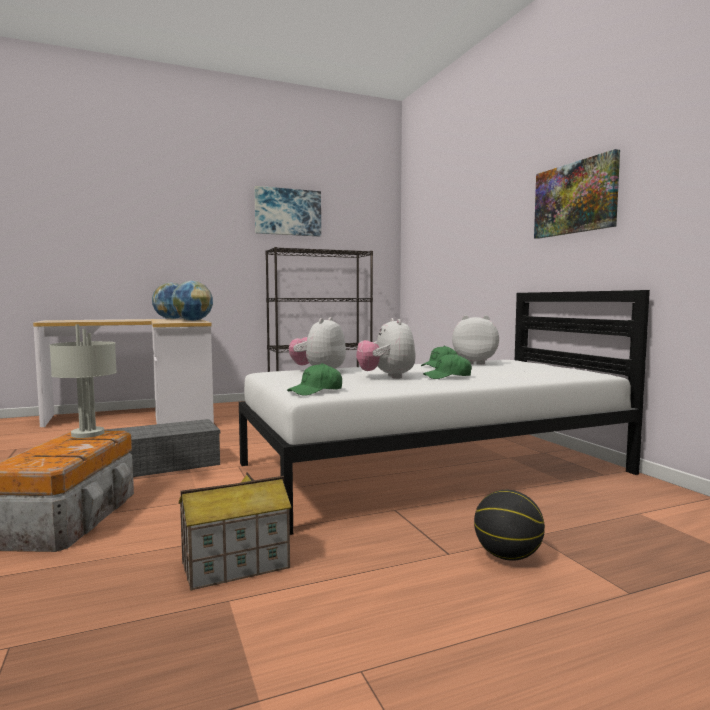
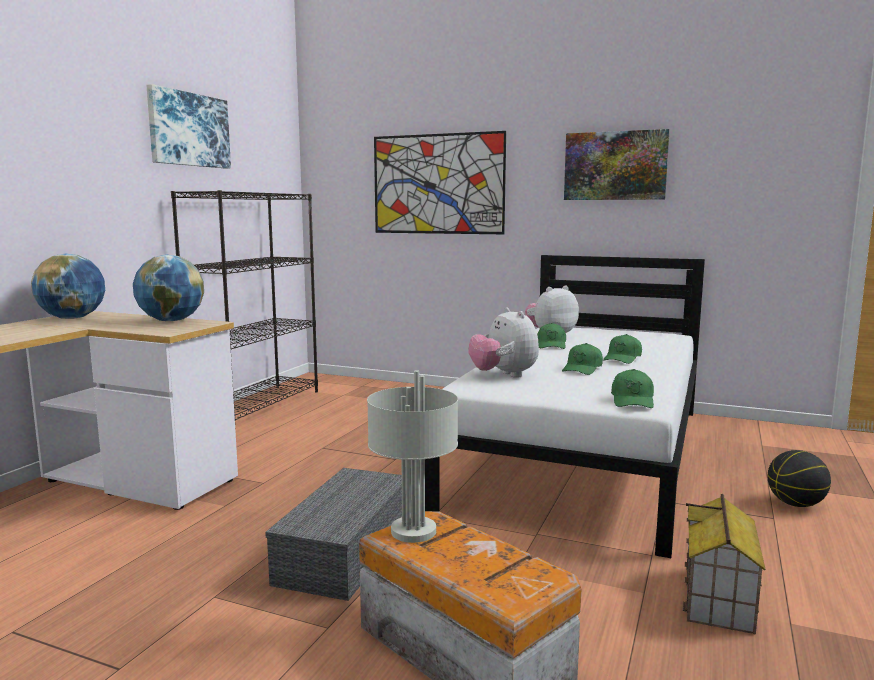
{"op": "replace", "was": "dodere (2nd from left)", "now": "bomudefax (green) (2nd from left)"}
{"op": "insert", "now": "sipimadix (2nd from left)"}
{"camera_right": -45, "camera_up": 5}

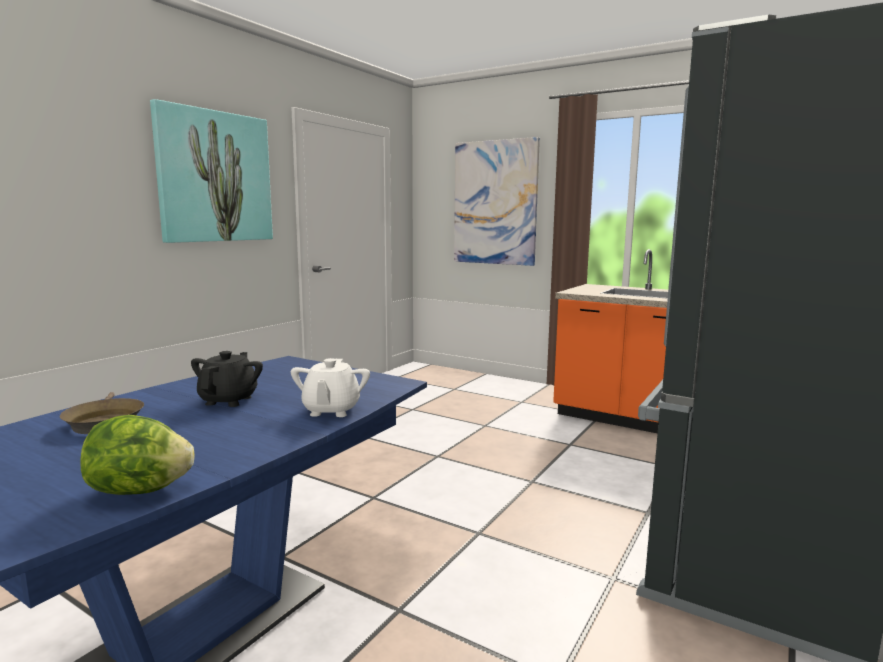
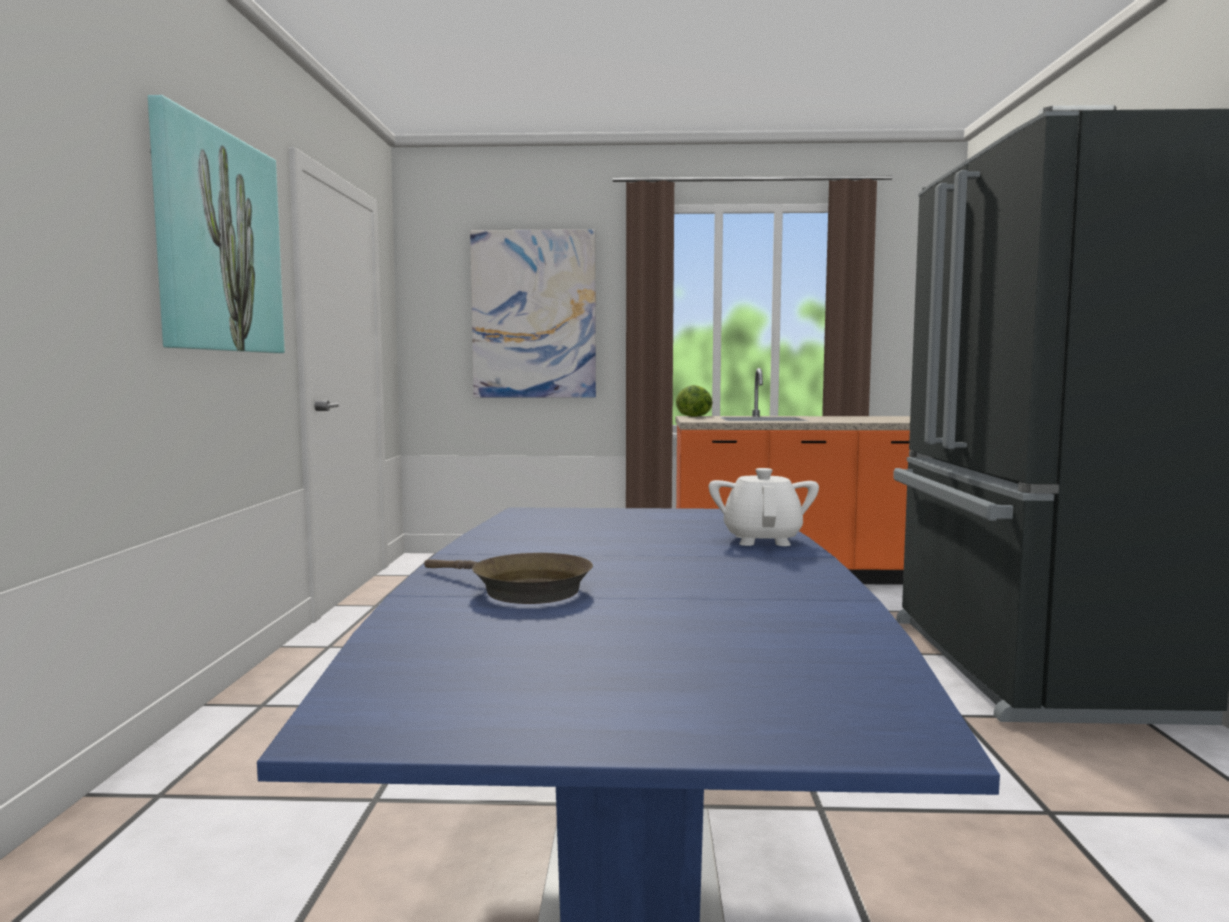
{"op": "move", "was": "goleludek"}
{"op": "delete", "was": "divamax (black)"}
{"op": "rotate", "was": "divamax (white)", "clockwise": -150}
{"camera_right": -30, "camera_up": -5}

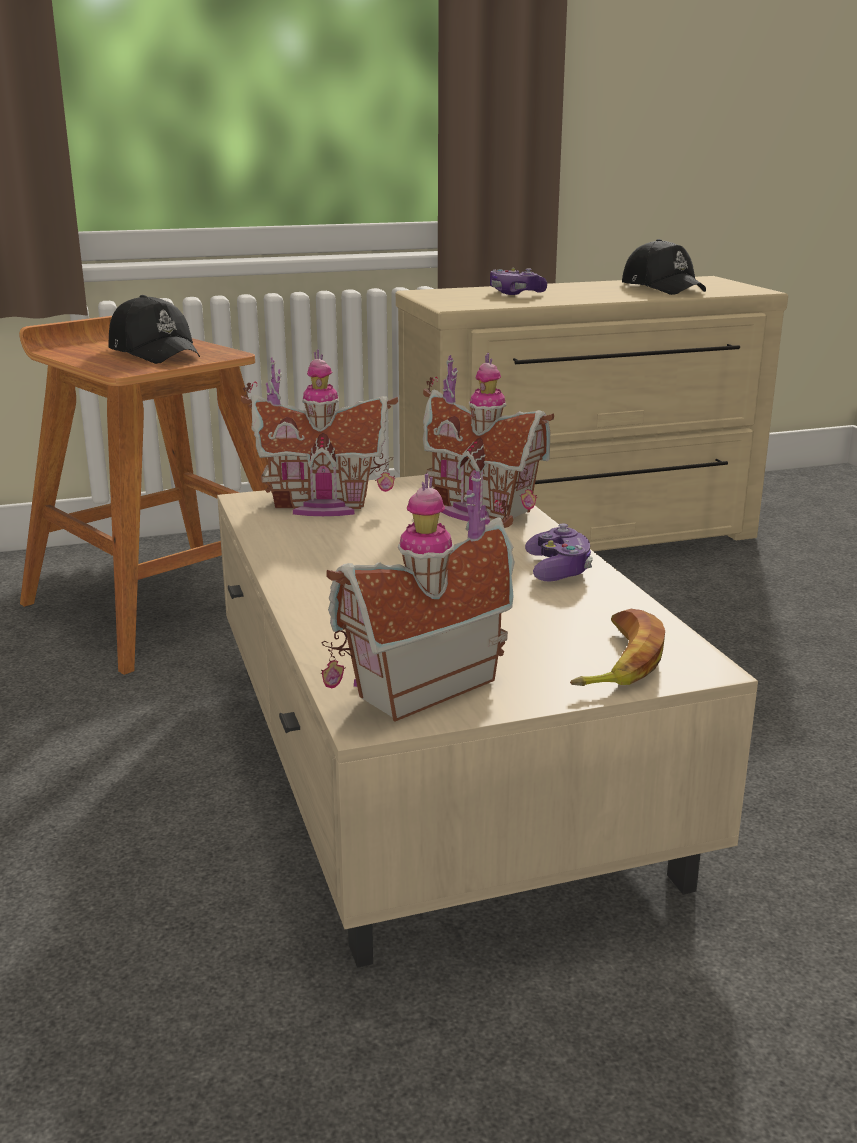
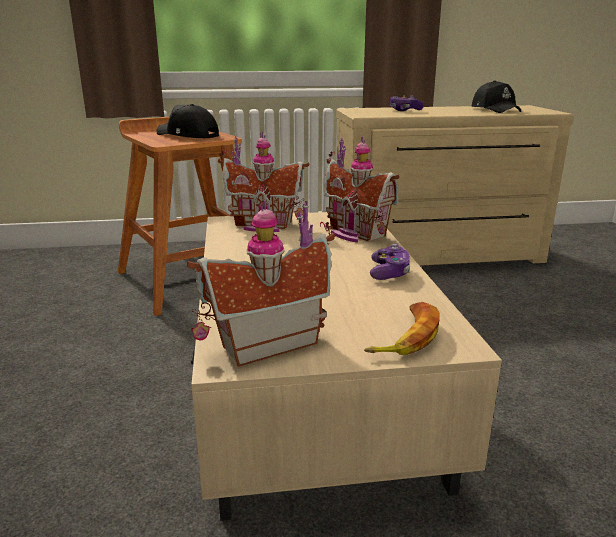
{"op": "rotate", "was": "bomudefax (black) (1st from left)", "clockwise": 150}
{"camera_right": 10, "camera_up": 0}

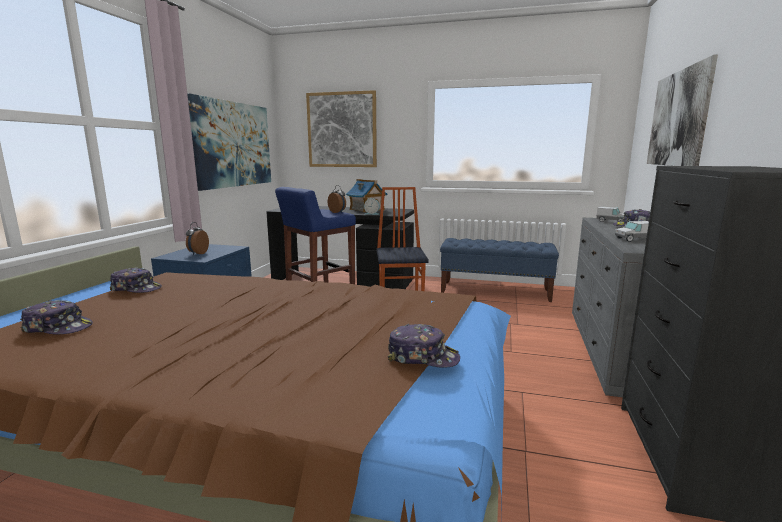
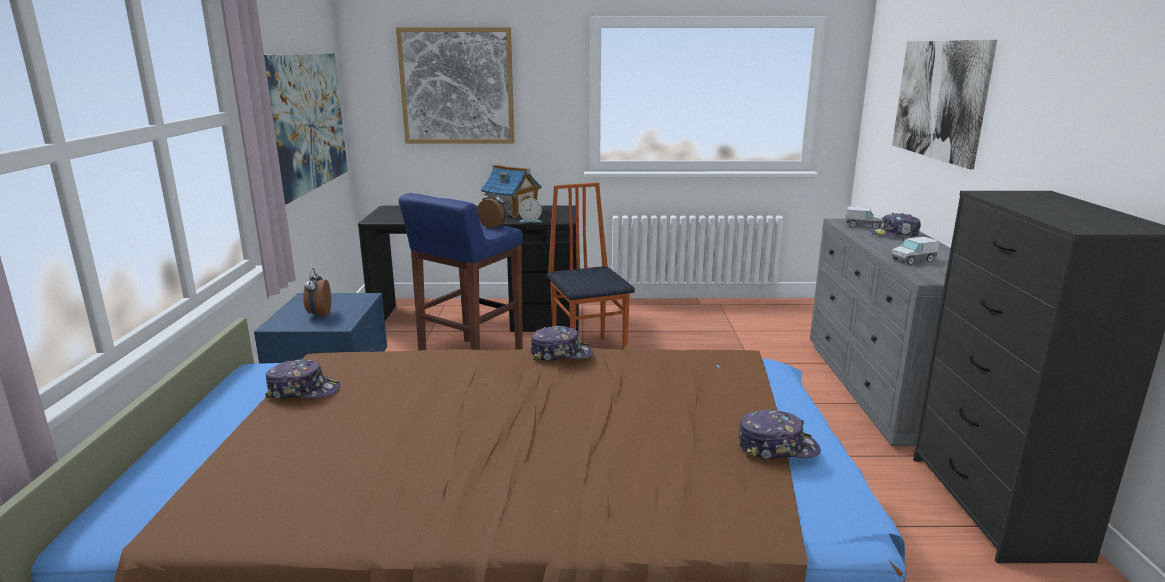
{"op": "move", "was": "bomudefax (1st from left in the first image)", "now": "bomudefax (2nd from left)"}
{"op": "delete", "was": "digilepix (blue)"}
{"camera_right": -15, "camera_up": 5}

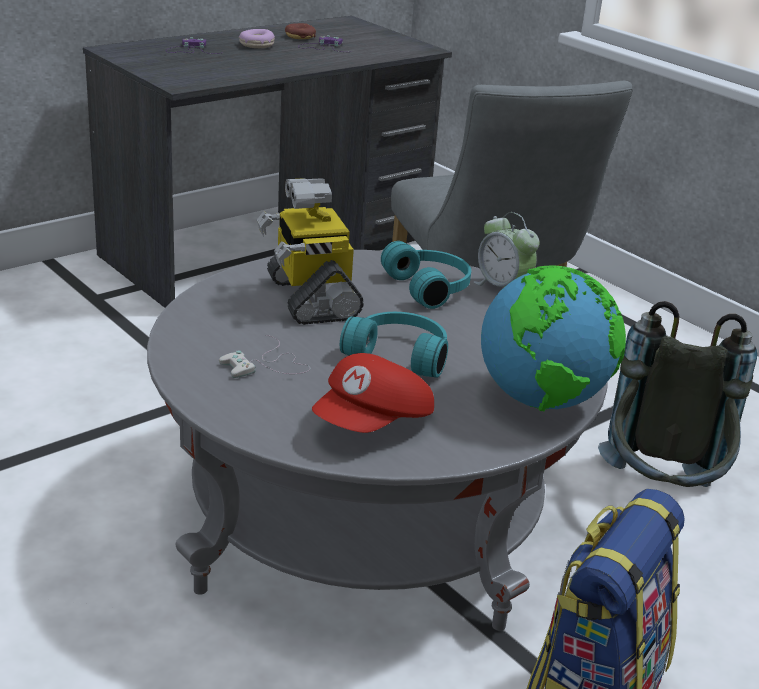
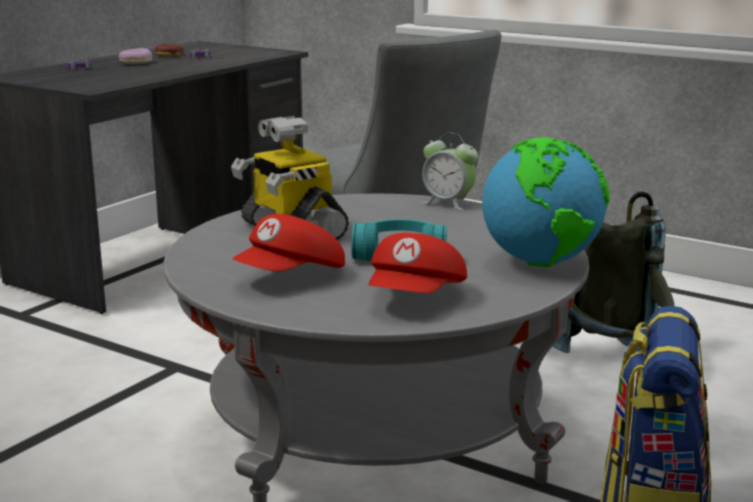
{"op": "replace", "was": "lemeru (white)", "now": "bomudefax (red) (1st from left)"}
{"op": "delete", "was": "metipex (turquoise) (2nd from left)"}
{"camera_right": -15, "camera_up": -10}

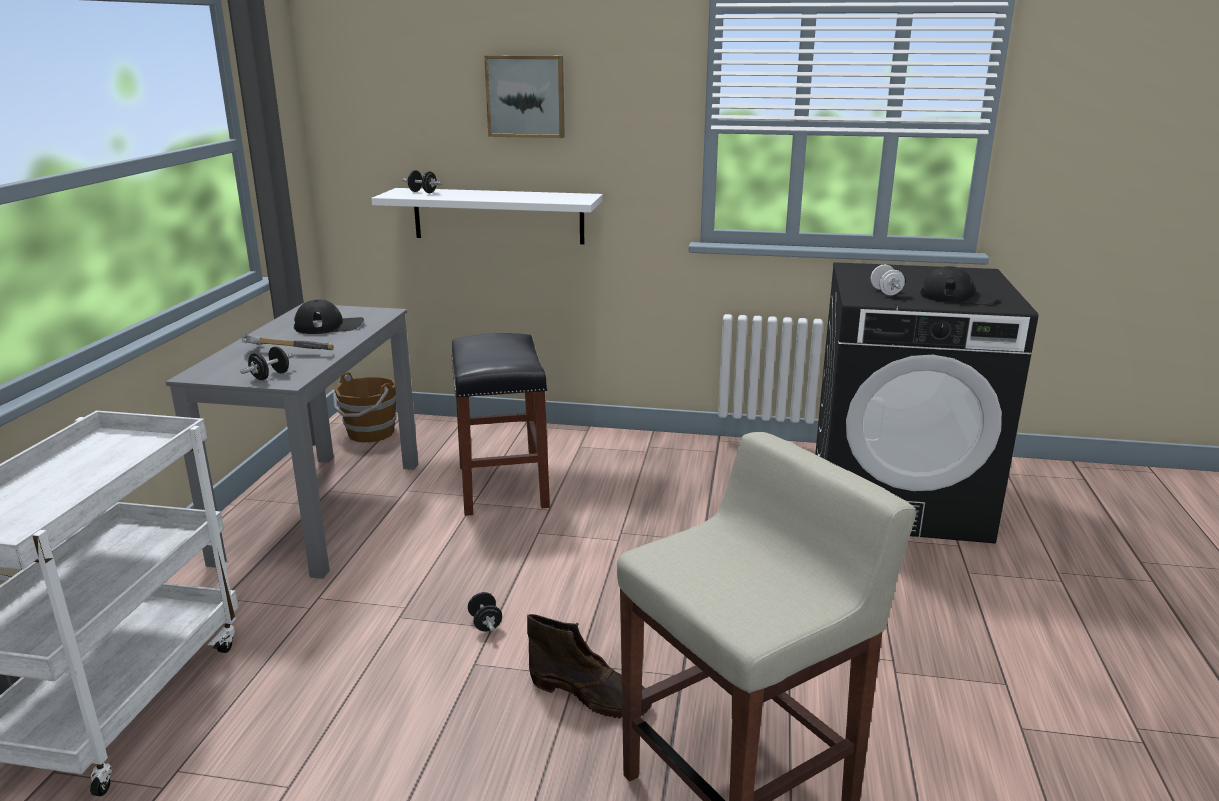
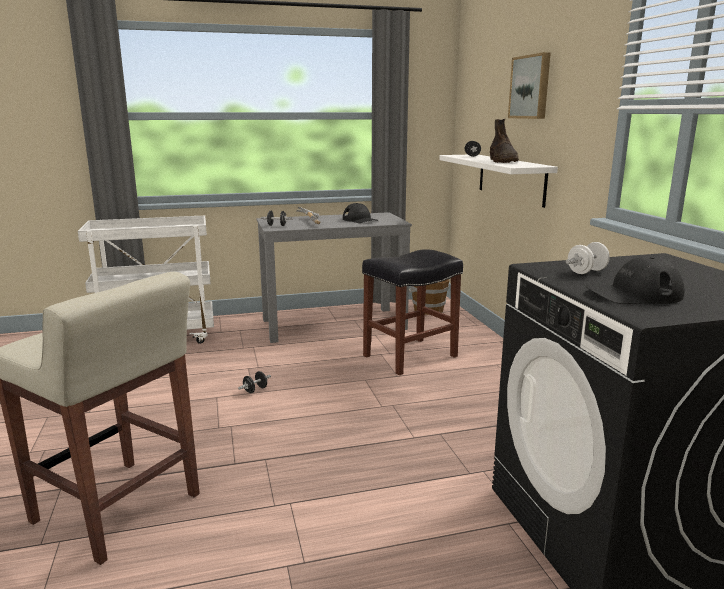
{"op": "move", "was": "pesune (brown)"}
{"op": "rotate", "was": "bomudefax (black) (2nd from left)", "clockwise": 90}
{"camera_right": 65, "camera_up": -5}

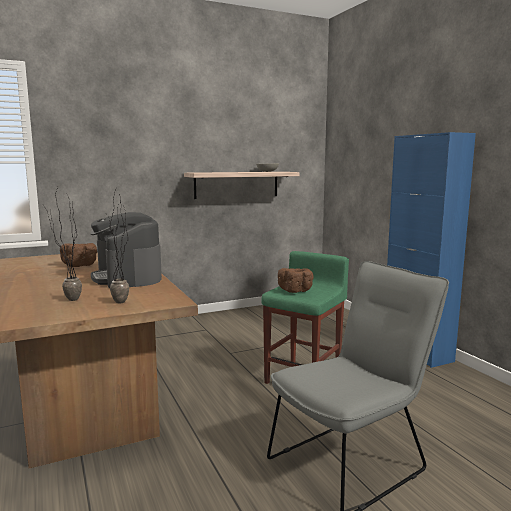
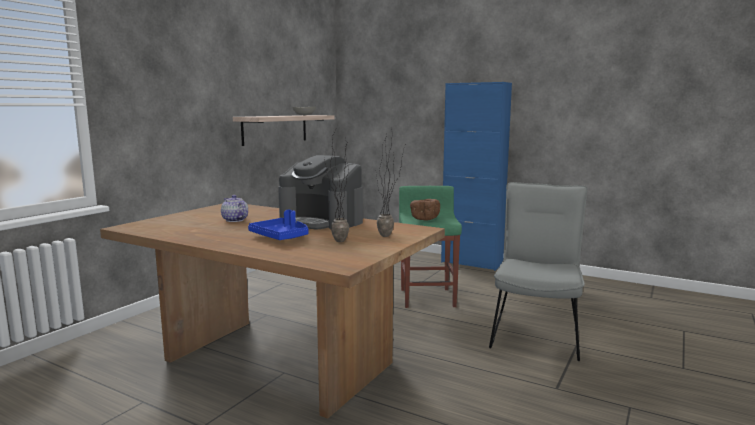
{"op": "replace", "was": "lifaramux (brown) (1st from left)", "now": "divamax"}
{"op": "insert", "now": "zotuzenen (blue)"}
{"camera_right": -35, "camera_up": 0}

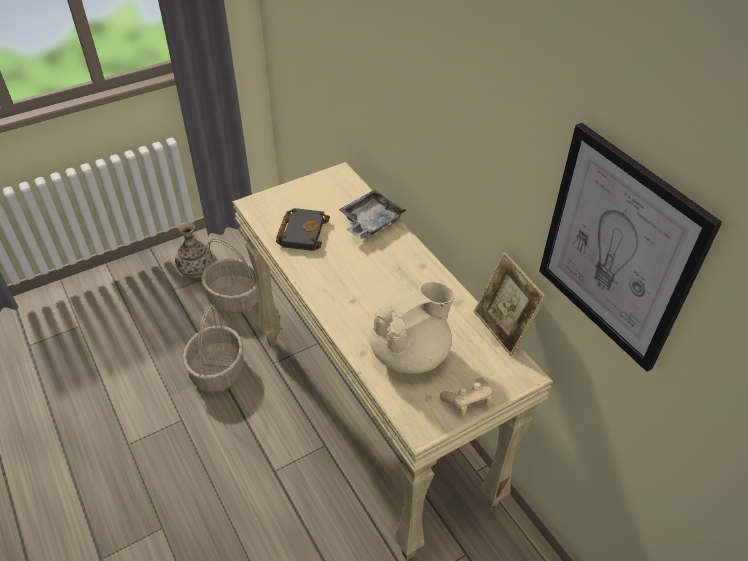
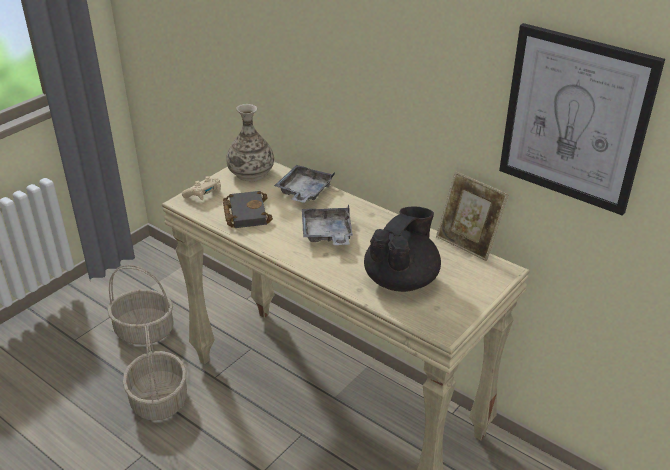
{"op": "move", "was": "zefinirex"}
{"op": "recolor", "was": "divamax (beige)", "now": "divamax (black)"}
{"op": "move", "was": "lemeru (beige)"}
{"op": "insert", "now": "zotuzenen (grey) (2nd from left)"}
{"camera_right": -20, "camera_up": -10}

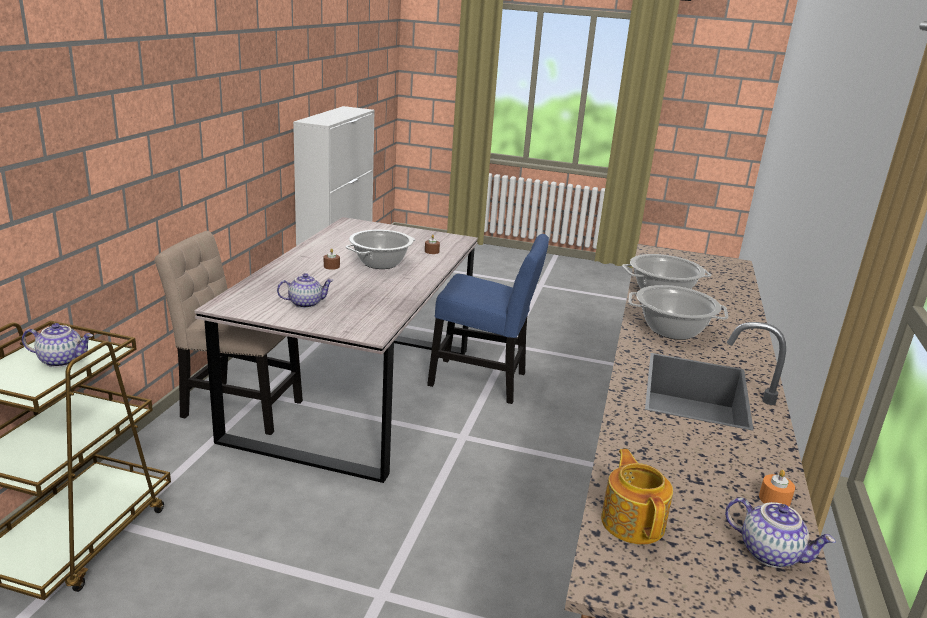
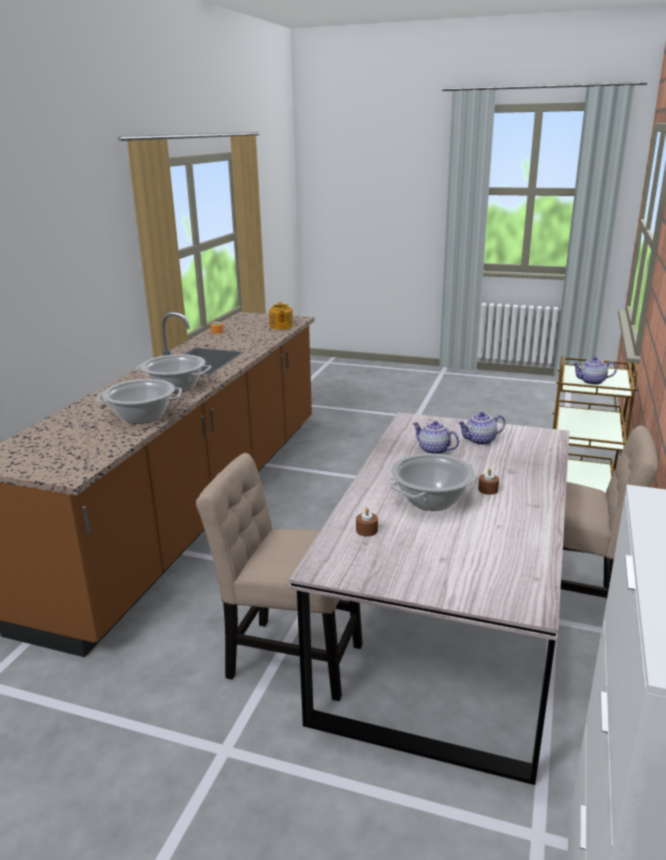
{"op": "recolor", "was": "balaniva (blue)", "now": "balaniva (beige) (1st from left)"}
{"op": "move", "was": "divamax (4th from left in the first image)", "now": "divamax (2nd from left)"}
{"camera_right": -175, "camera_up": 0}

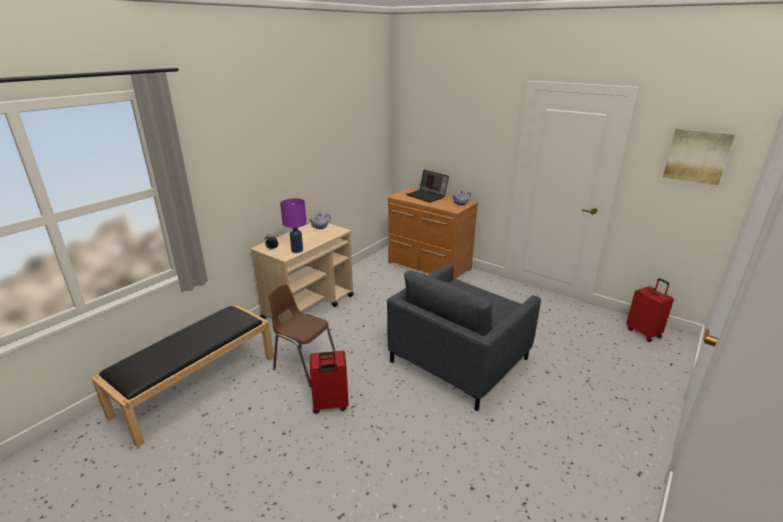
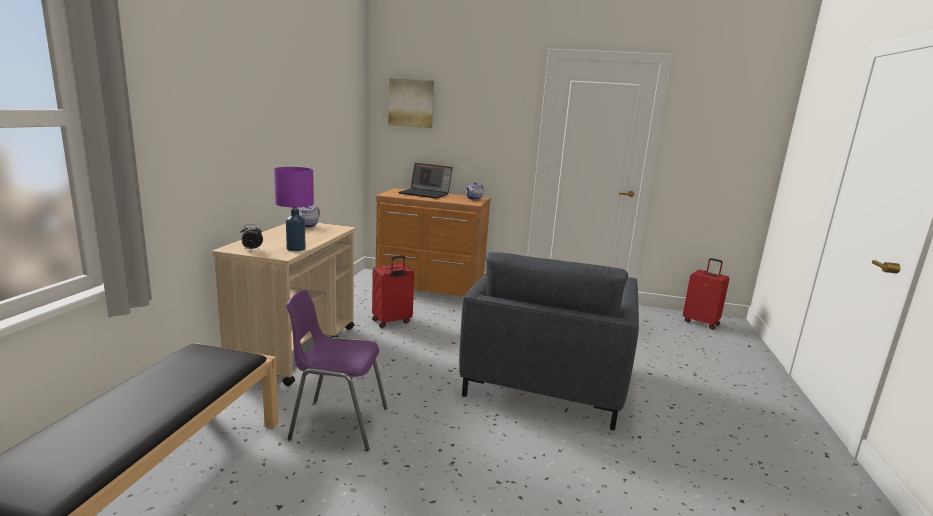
{"op": "recolor", "was": "balaniva (brown)", "now": "balaniva (purple)"}
{"op": "move", "was": "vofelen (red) (1st from left)"}
{"op": "move", "was": "sipimadix"}
{"camera_right": -25, "camera_up": -10}

